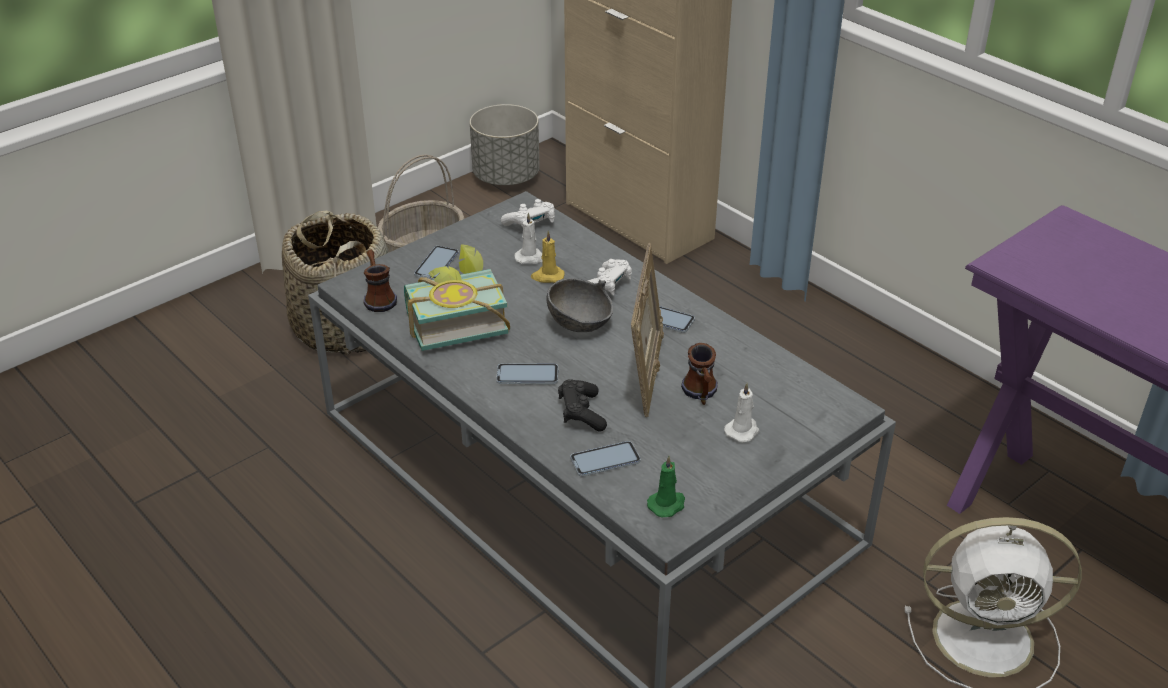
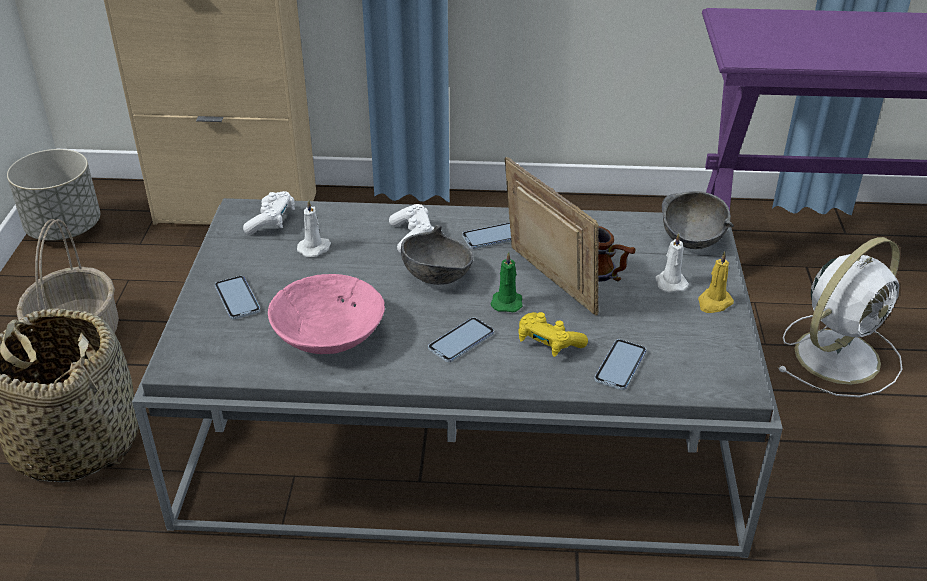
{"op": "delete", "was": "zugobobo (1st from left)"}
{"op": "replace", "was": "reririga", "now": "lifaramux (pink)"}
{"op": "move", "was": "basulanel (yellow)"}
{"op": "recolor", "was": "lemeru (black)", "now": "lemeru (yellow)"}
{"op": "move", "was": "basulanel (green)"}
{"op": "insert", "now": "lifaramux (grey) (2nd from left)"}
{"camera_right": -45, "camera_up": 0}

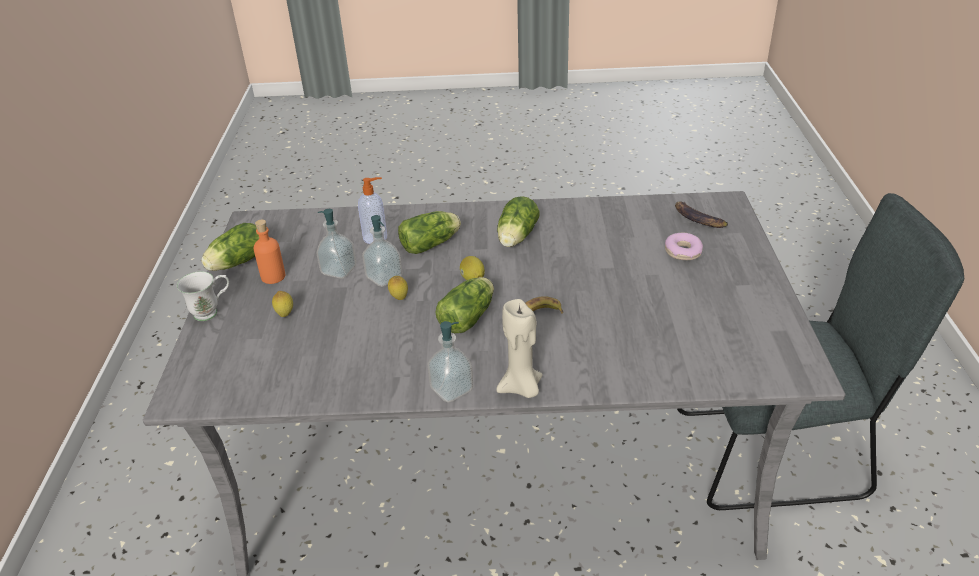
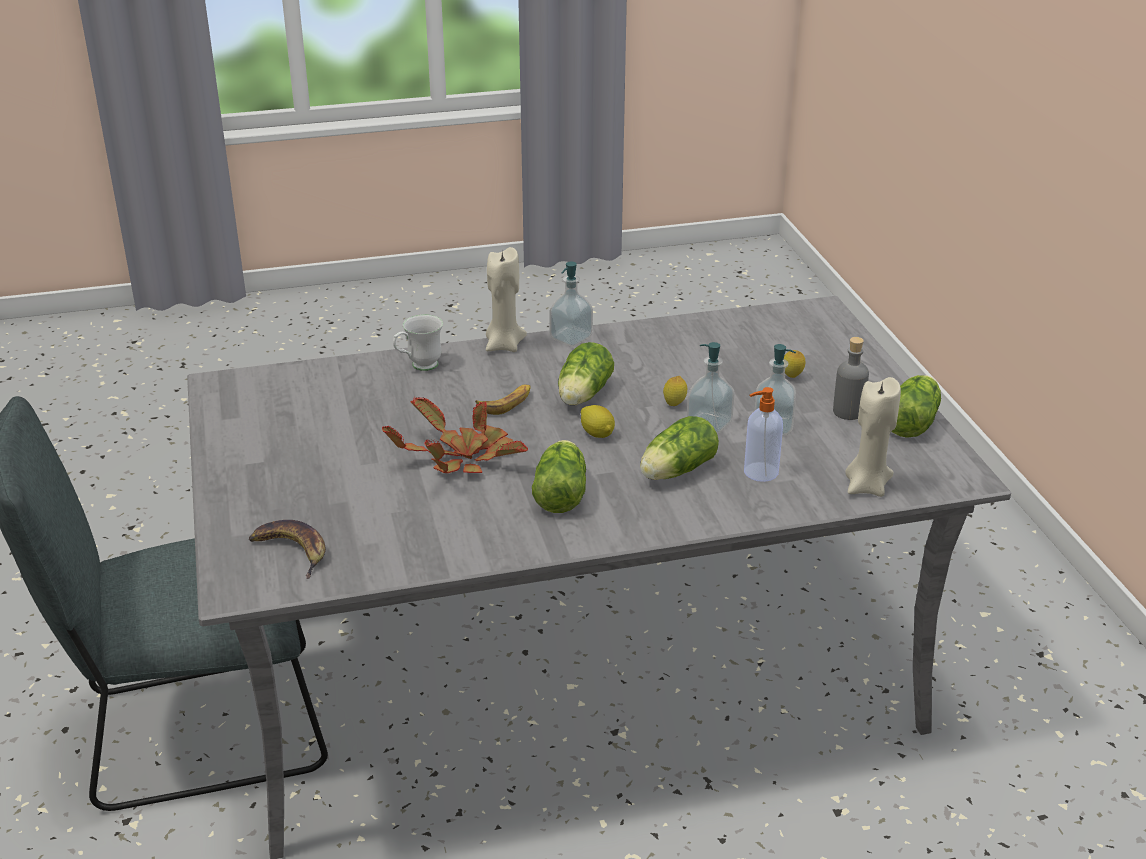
{"op": "move", "was": "zugobobo (white)"}
{"op": "recolor", "was": "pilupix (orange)", "now": "pilupix (grey)"}
{"op": "delete", "was": "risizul"}
{"op": "insert", "now": "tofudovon"}
{"op": "insert", "now": "basulanel (beige) (2nd from left)"}
{"camera_right": 165, "camera_up": -5}

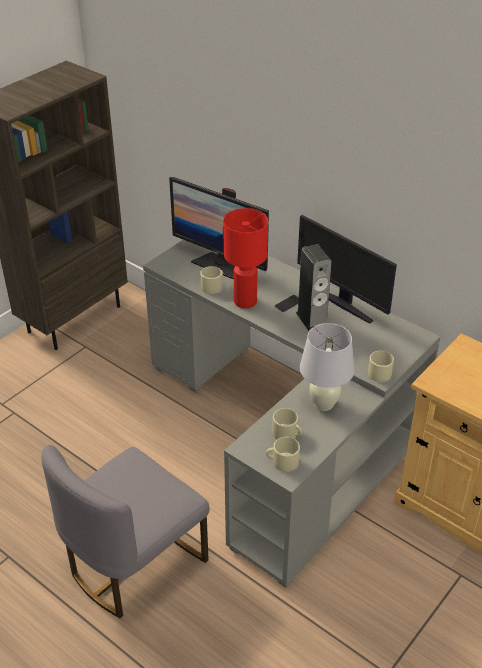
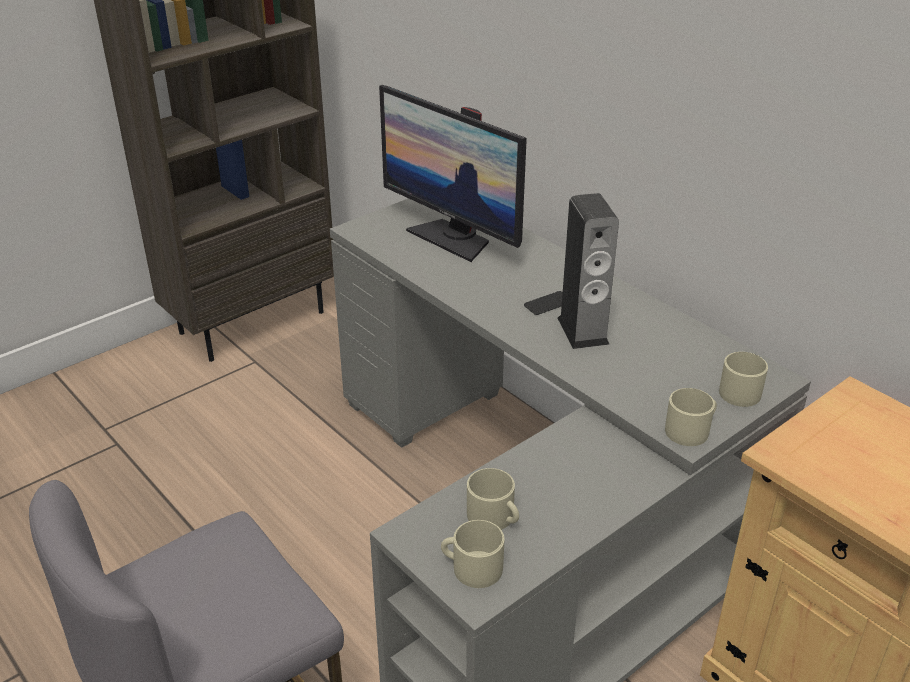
{"op": "move", "was": "zugobobo (beige) (1st from left in the first image)", "now": "zugobobo (beige) (4th from left)"}
{"op": "delete", "was": "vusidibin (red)"}
{"op": "delete", "was": "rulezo (2nd from left)"}
{"op": "delete", "was": "vusidibin (white)"}
{"camera_right": 10, "camera_up": -5}

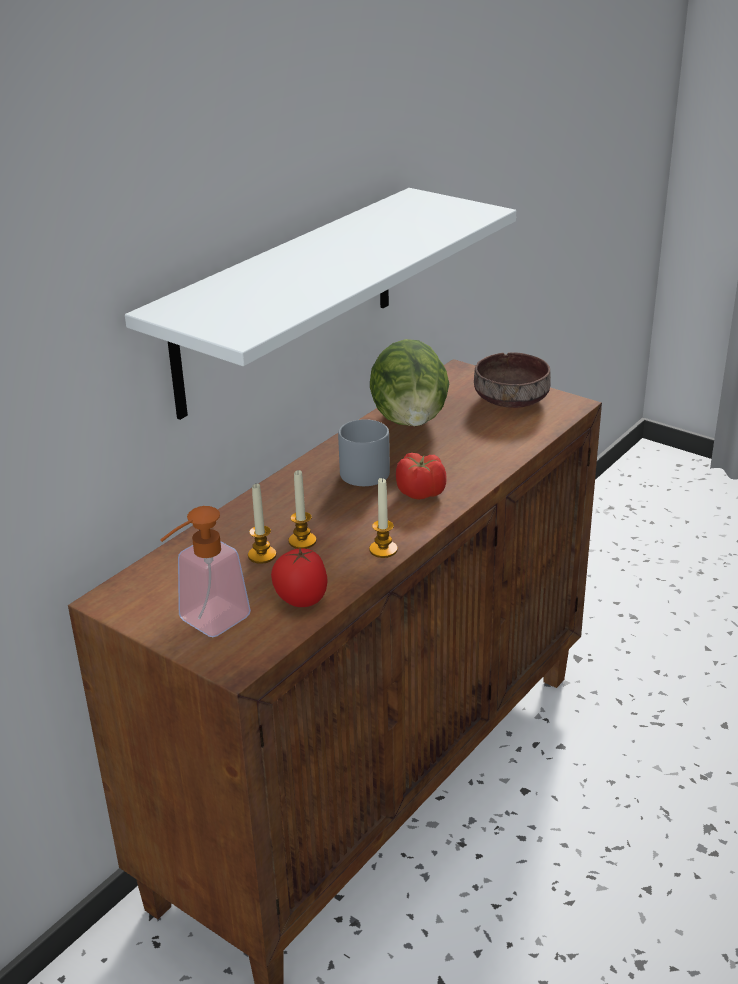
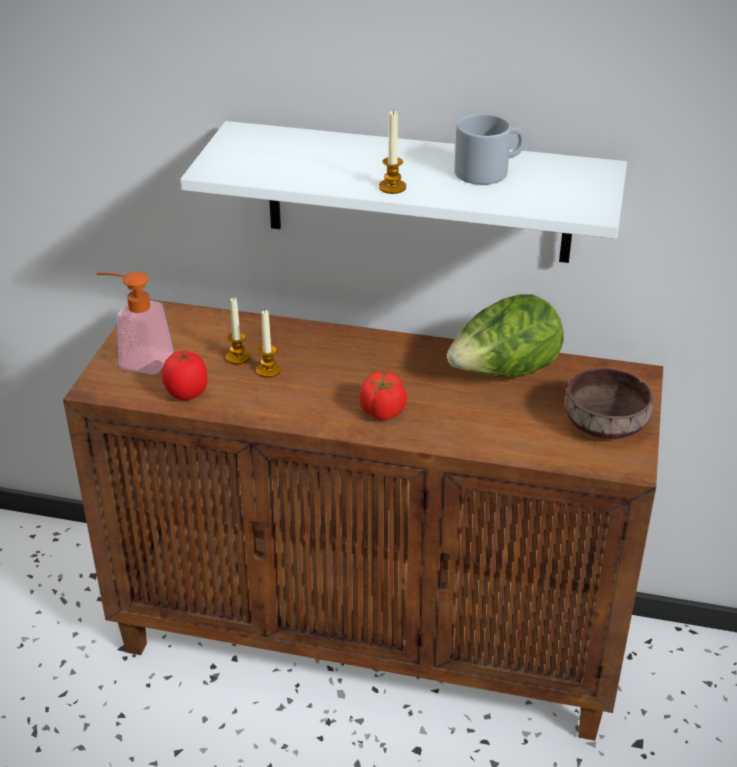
{"op": "move", "was": "zugobobo (grey)"}
{"op": "move", "was": "basulanel (3rd from left)"}
{"camera_right": 65, "camera_up": 5}

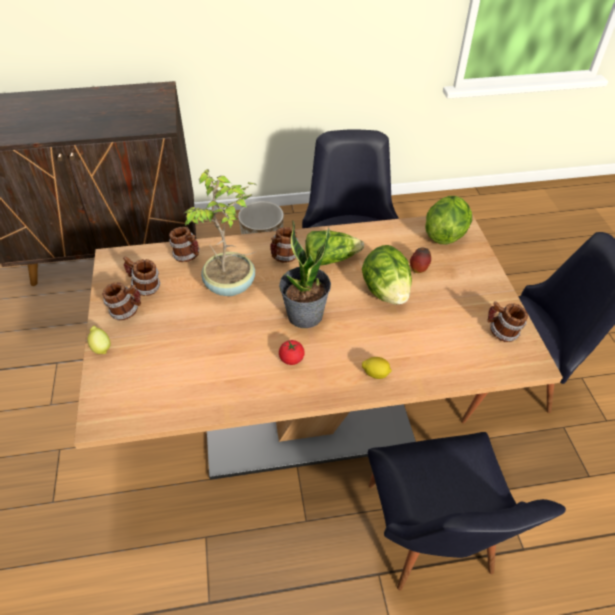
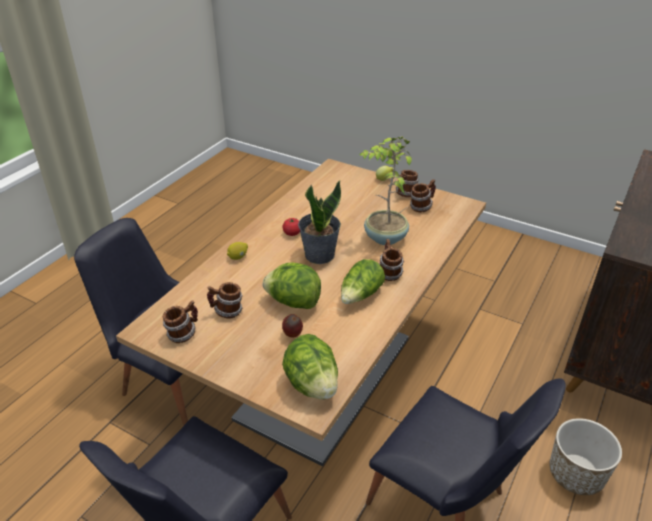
{"op": "move", "was": "zugobobo (3rd from left in the first image)", "now": "zugobobo (2nd from left)"}
{"camera_right": 130, "camera_up": -10}

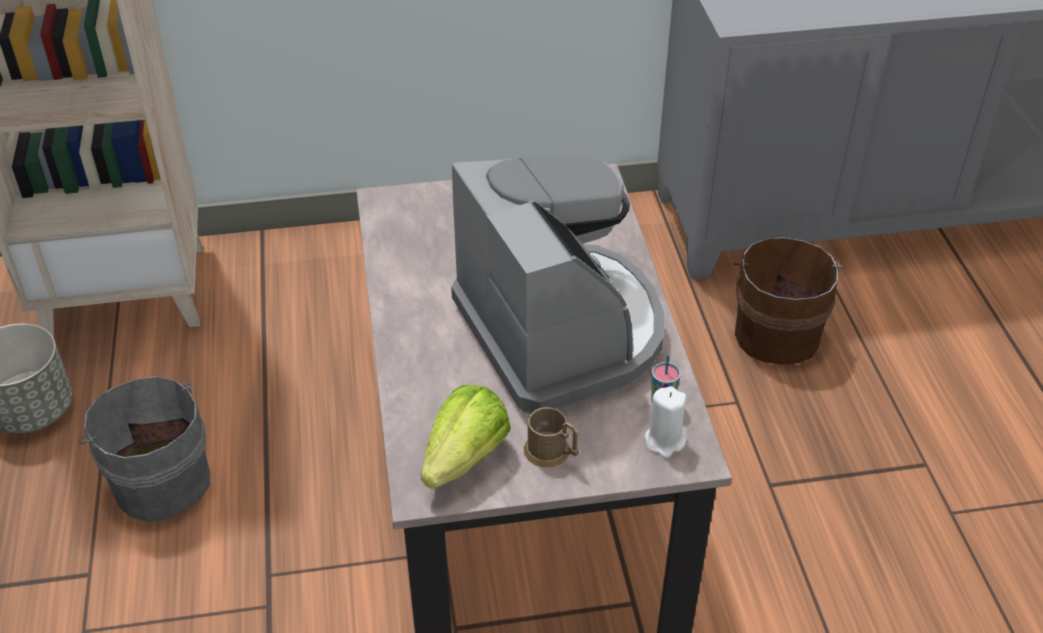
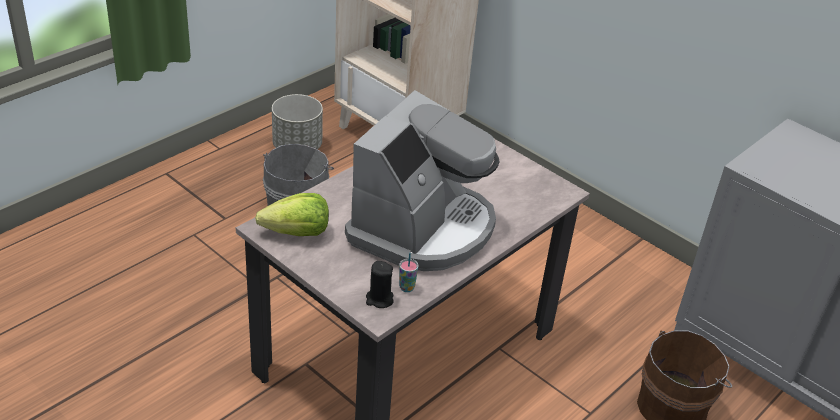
{"op": "delete", "was": "zugobobo (brown)"}
{"op": "recolor", "was": "basulanel (white)", "now": "basulanel (black)"}
{"camera_right": 50, "camera_up": -5}

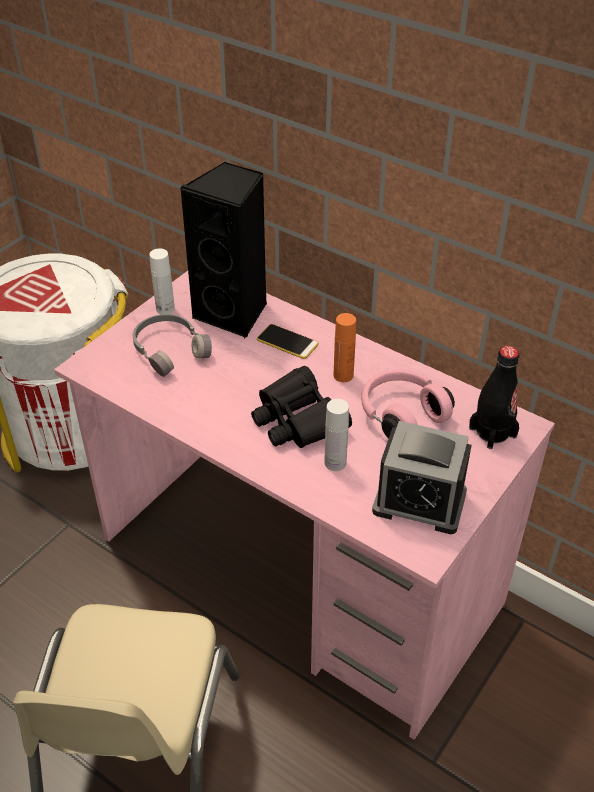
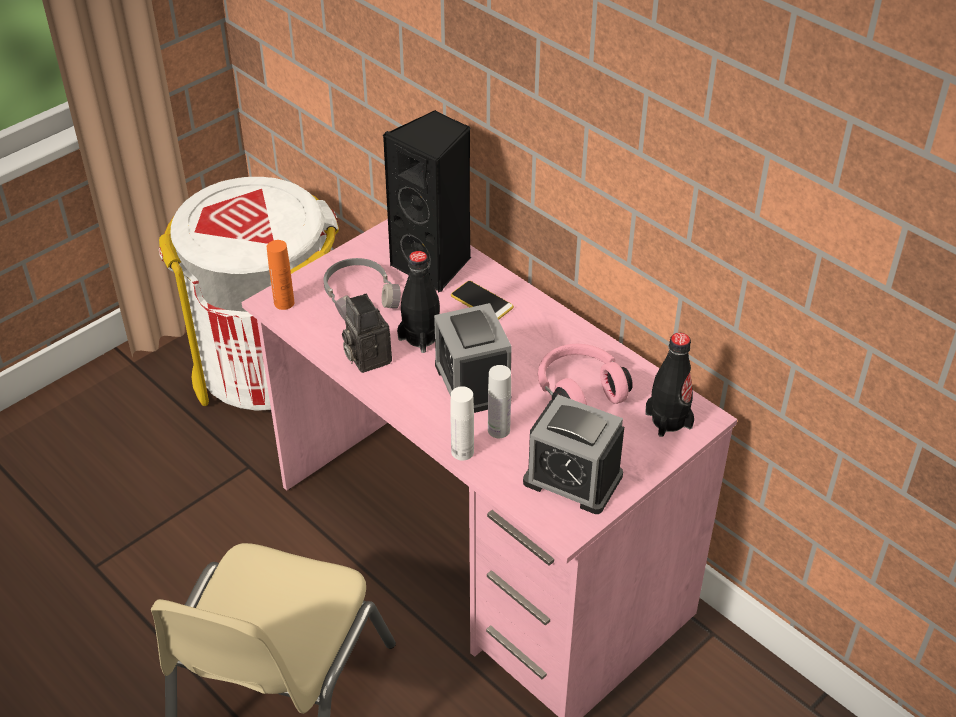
{"op": "move", "was": "pilupix (white) (1st from left)"}
{"op": "replace", "was": "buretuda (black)", "now": "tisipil (1st from left)"}
{"op": "move", "was": "pilupix (orange)"}
{"op": "insert", "now": "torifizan"}
{"op": "insert", "now": "pilupix (black) (1st from left)"}
{"camera_right": 10, "camera_up": 0}

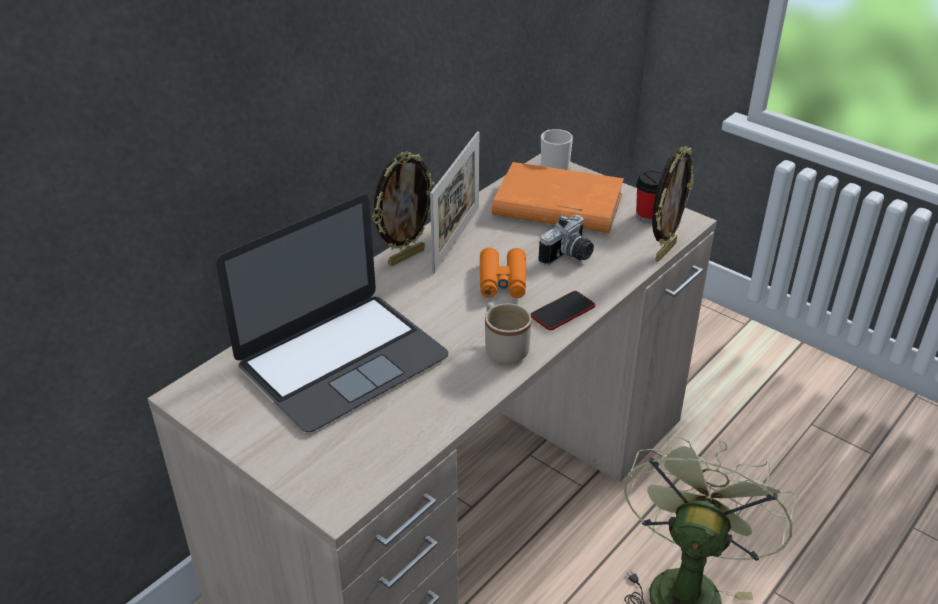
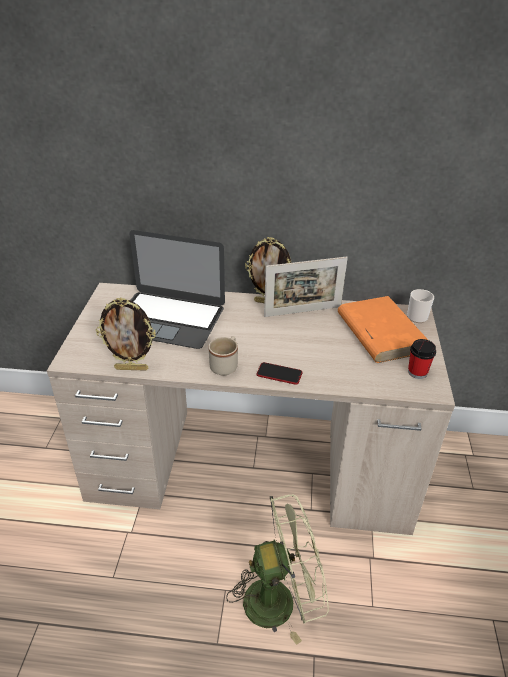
{"op": "delete", "was": "buretuda (orange)"}
{"op": "delete", "was": "torifizan"}
{"op": "move", "was": "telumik (3rd from left in the first image)", "now": "telumik (1st from left)"}
{"camera_right": 55, "camera_up": 0}

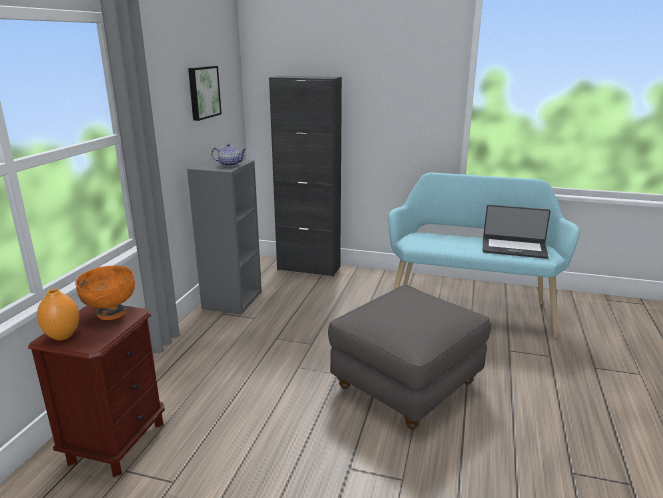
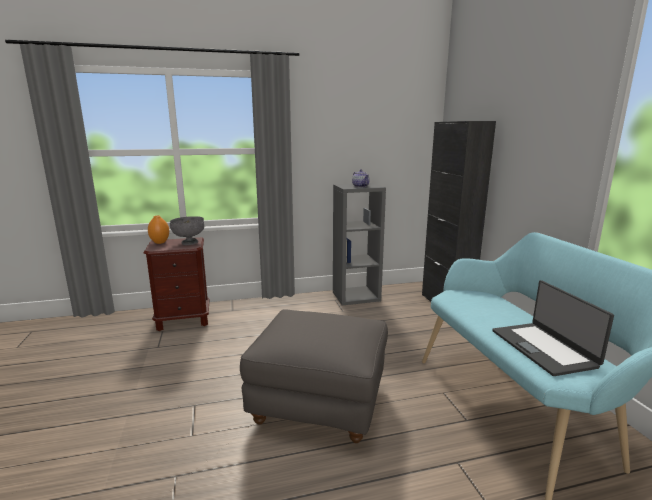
{"op": "recolor", "was": "lifaramux (orange)", "now": "lifaramux (grey)"}
{"op": "delete", "was": "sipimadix"}
{"camera_right": 60, "camera_up": -5}

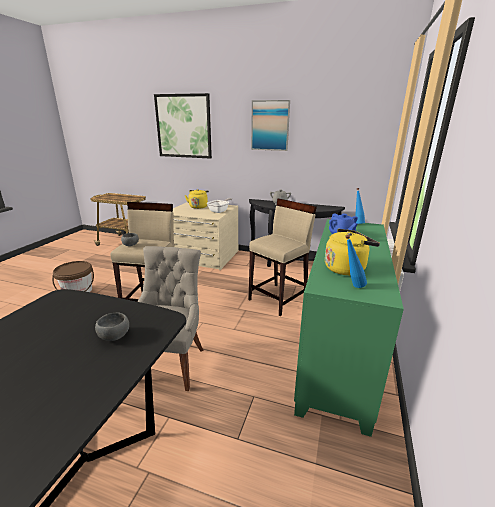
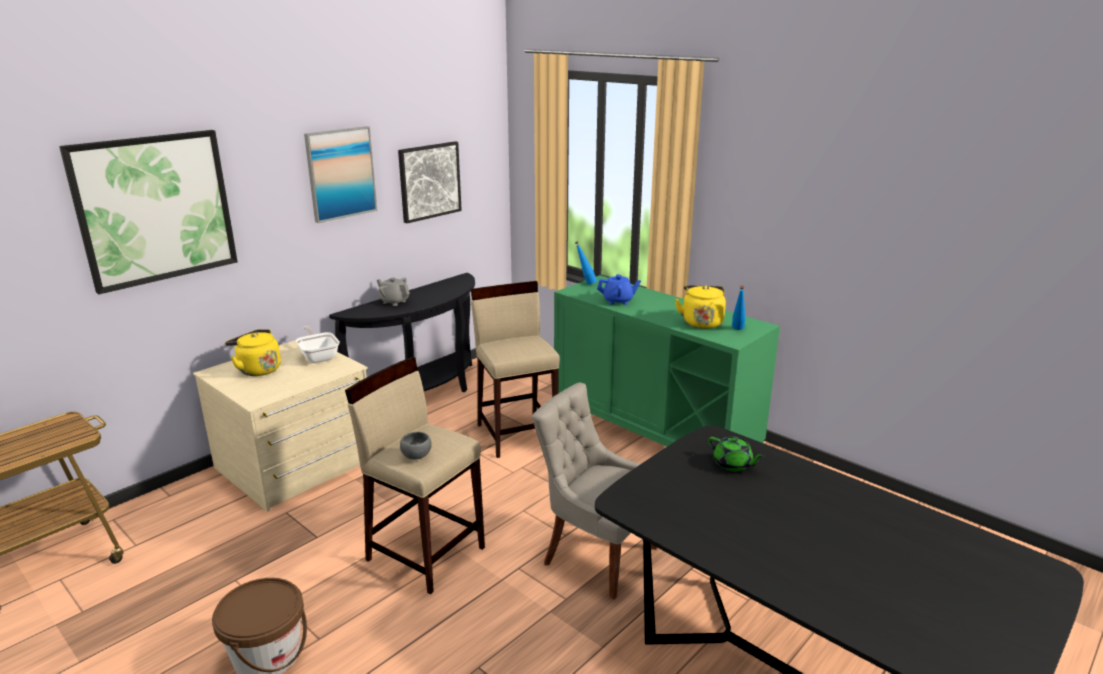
{"op": "replace", "was": "lifaramux (grey) (1st from left)", "now": "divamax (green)"}
{"op": "insert", "now": "sipimadix (3rd from left)"}
{"camera_right": -65, "camera_up": 0}

